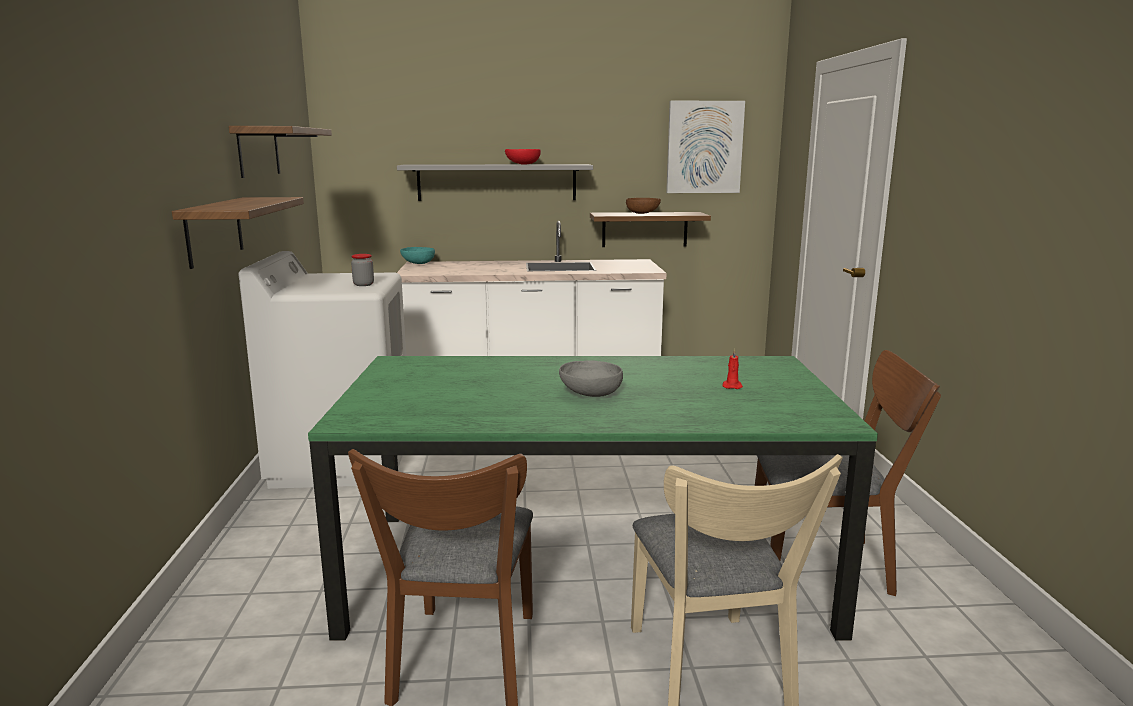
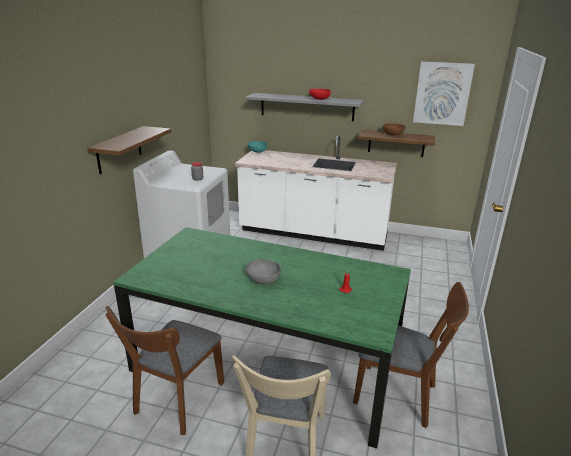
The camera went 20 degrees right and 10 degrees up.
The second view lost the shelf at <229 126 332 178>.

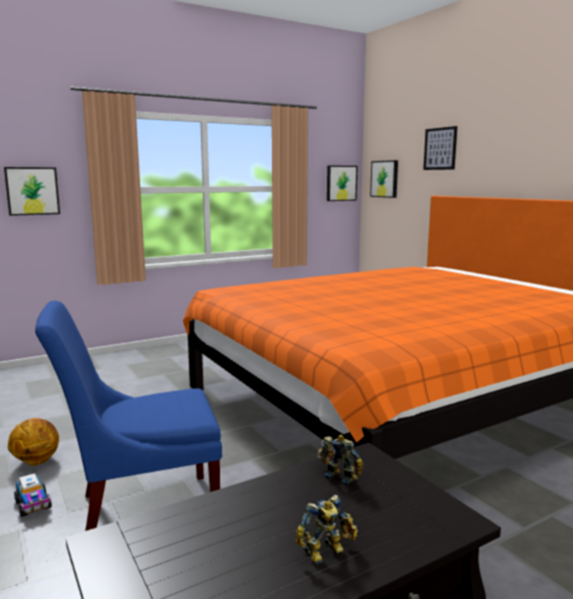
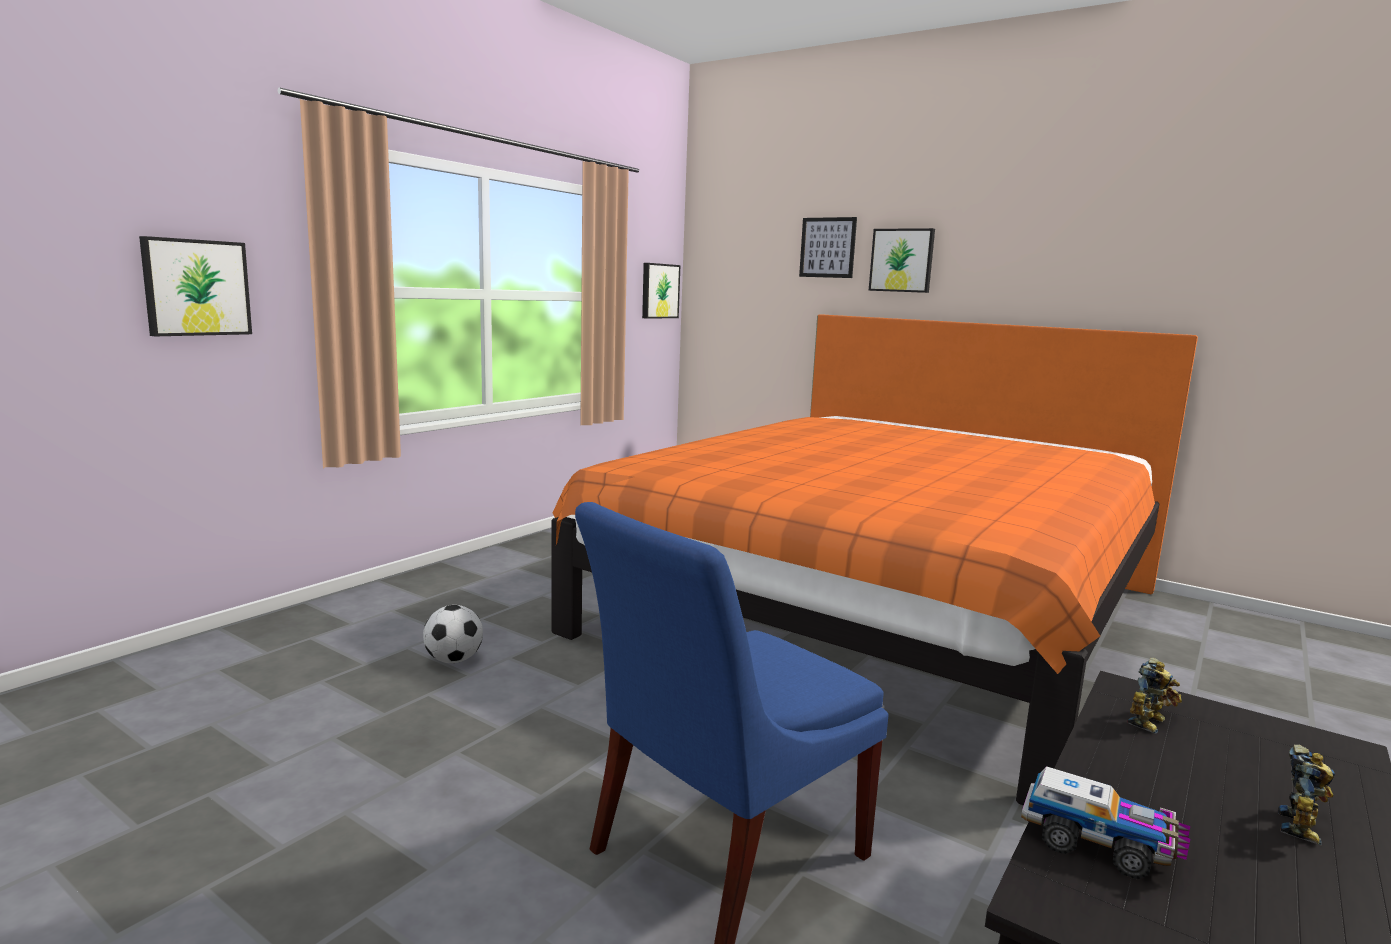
The camera went 25 degrees left and 0 degrees up.
The second view lost the basketball at <8 418 59 466>.
The second view gained the football at <423 605 483 663>.
The toy truck ended up elsewhere, having gone from <14 473 52 517> to <1021 766 1190 879>.
The picture ended up elsewhere, having gone from <370 160 398 198> to <869 228 935 293>.
The toy robot at <318 434 363 486> ended up facing another way, 120 degrees clockwise from before.

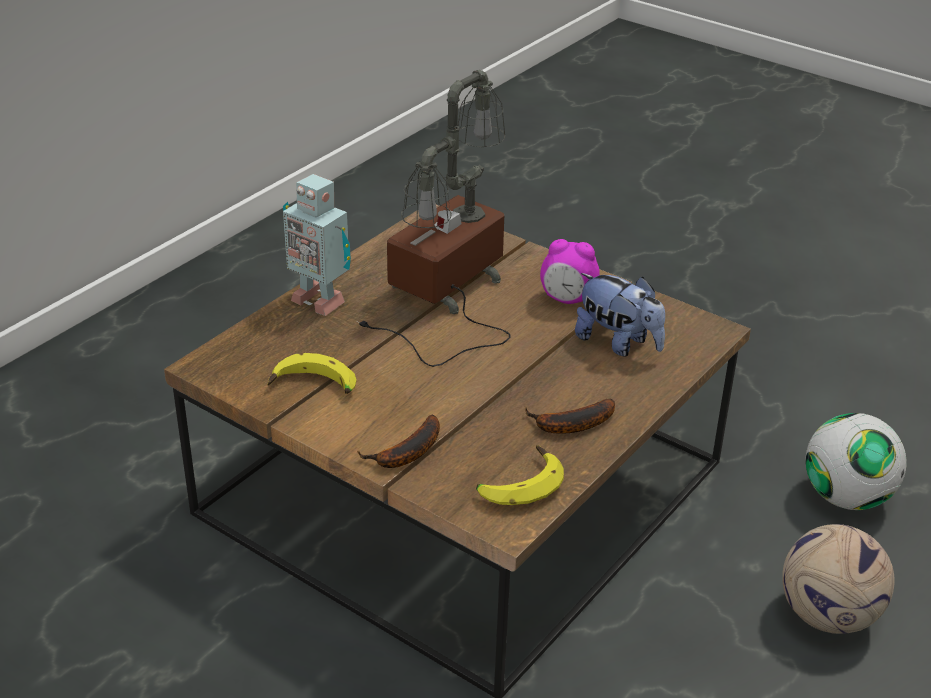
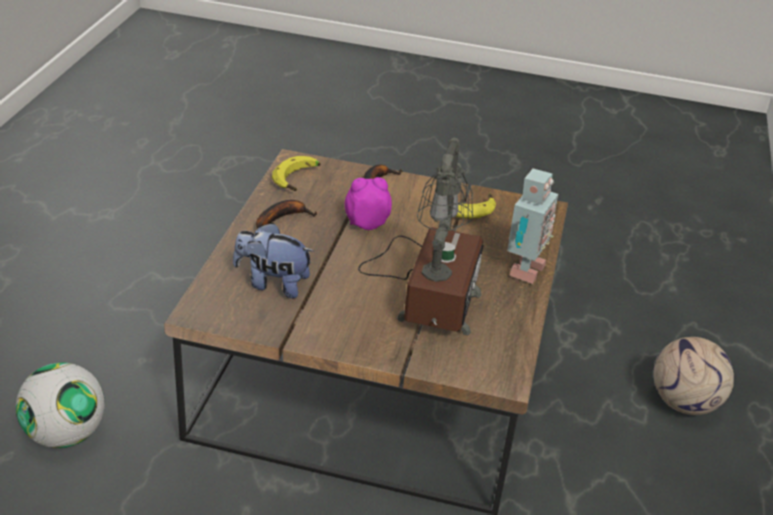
The camera went 155 degrees right and 0 degrees up.
The alarm clock ended up elsewhere, having gone from <540 239 599 304> to <345 177 392 230>.
The football ended up elsewhere, having gone from <782 524 895 634> to <654 337 734 415>.
The toy robot at <283 174 351 316> ended up facing another way, 105 degrees clockwise from before.

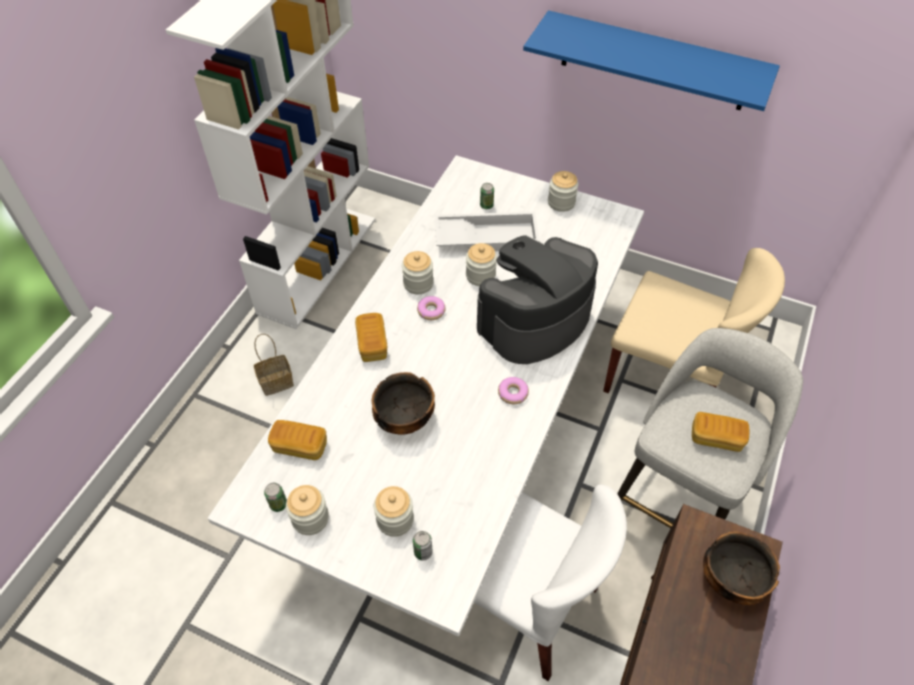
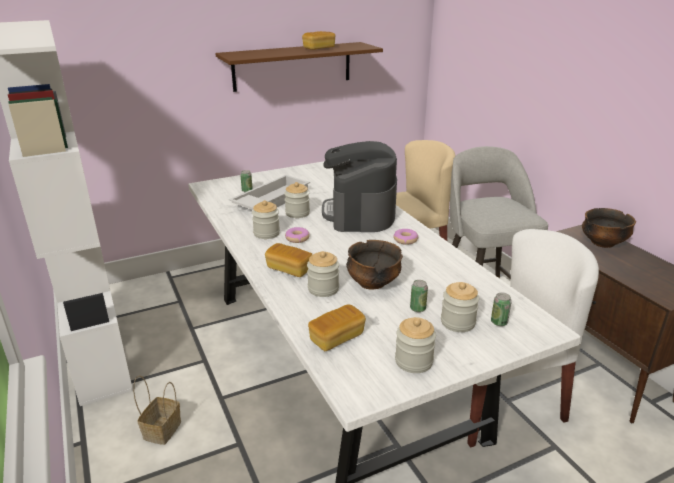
The camera went 50 degrees left and 25 degrees down.
The can ended up elsewhere, having gone from <264 483 287 512> to <410 280 428 312>.
The jar ended up elsewhere, having gone from <548 171 579 212> to <307 251 339 297>.
The bread ended up elsewhere, having gone from <692 412 749 452> to <302 31 335 50>.
What was the blue shelf at <523 10 780 111> turned into the brown shelf at <215 42 383 92>.

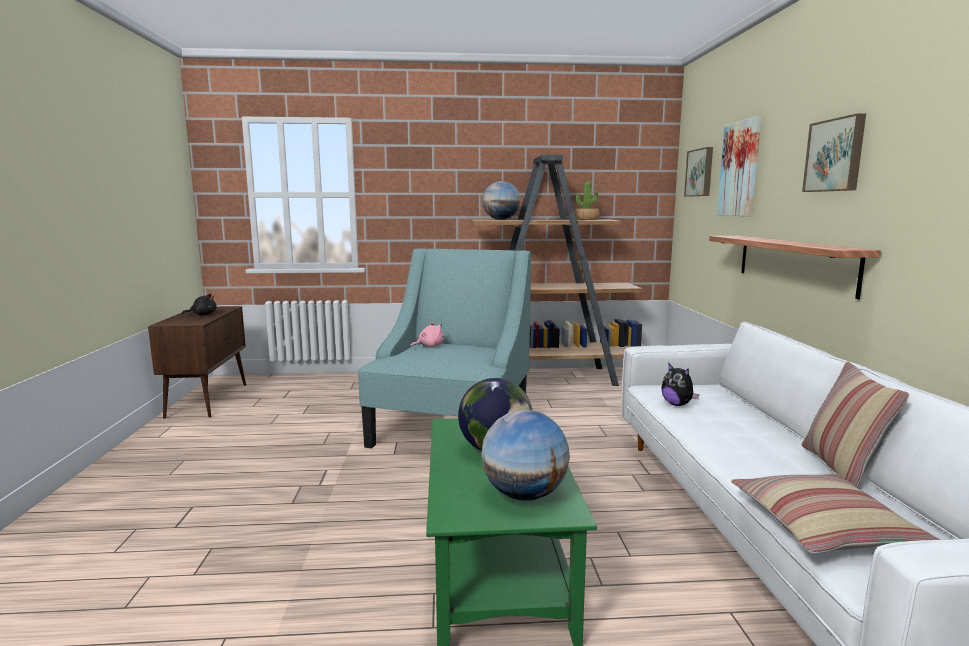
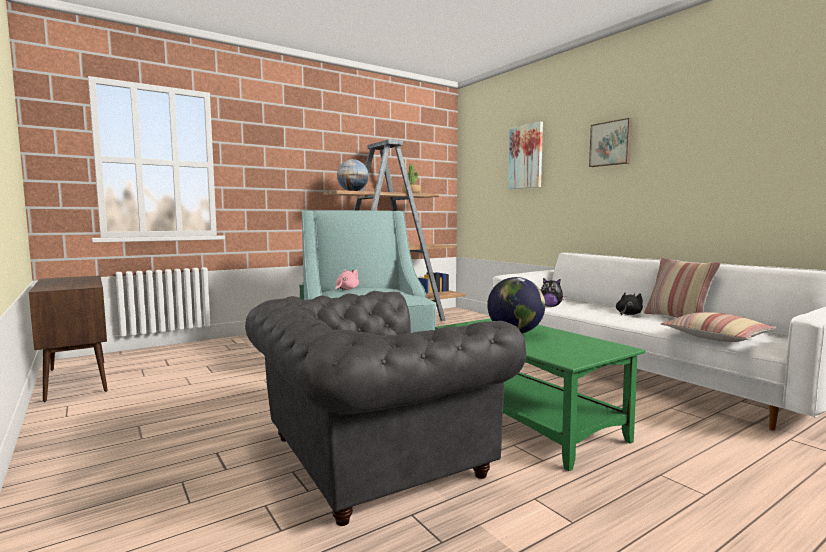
The camera went 30 degrees left and 5 degrees down.
The second view lost the globe at <481 410 570 501>.
The second view lost the picture at <684 147 713 197>.
The second view lost the shelf at <709 236 881 299>.
The second view gained the grey armchair at <245 291 526 526>.
The black plush toy ended up elsewhere, having gone from <182 294 217 315> to <616 292 643 315>.

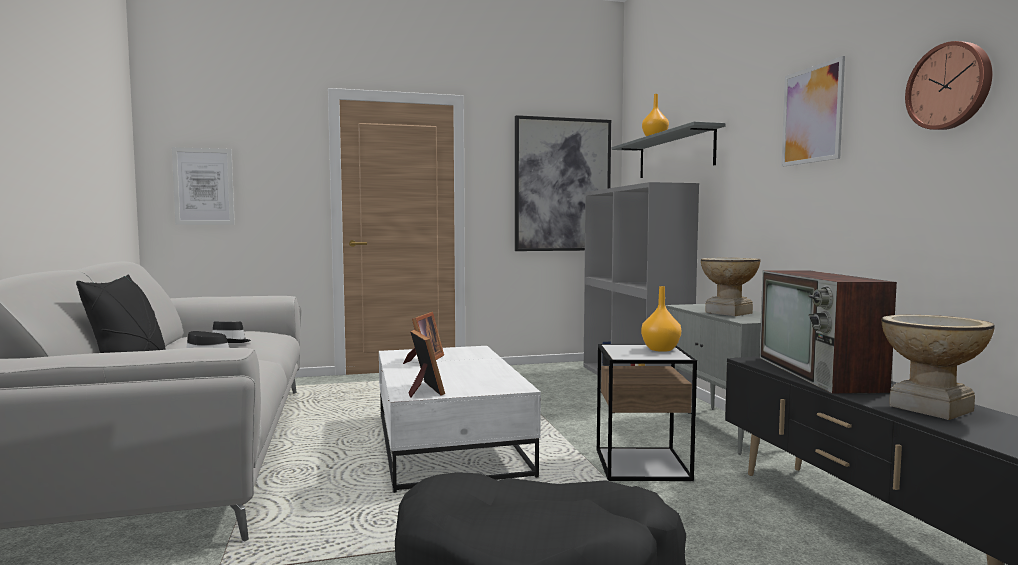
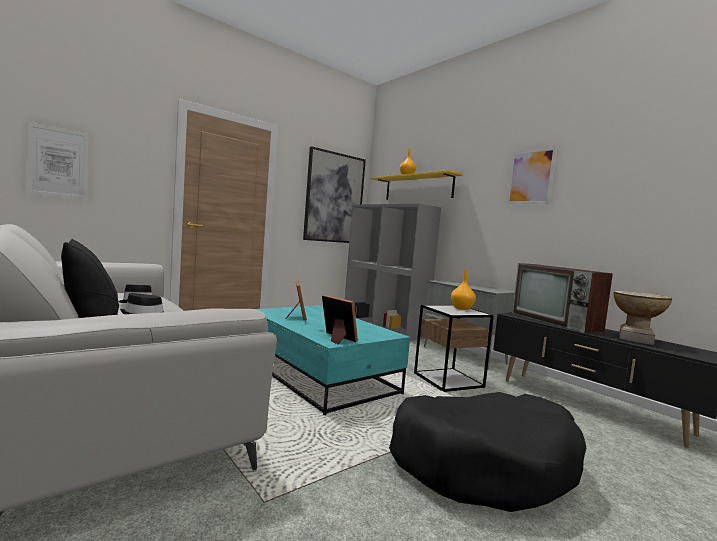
The camera went 25 degrees left and 0 degrees up.
The second view lost the vase at <701 258 760 316>.
The second view lost the wall clock at <905 41 992 130>.
What was the white coffee table at <379 346 541 493> turned into the turquoise coffee table at <255 305 410 415>.
What was the grey shelf at <612 121 726 178> turned into the yellow shelf at <371 170 463 200>.

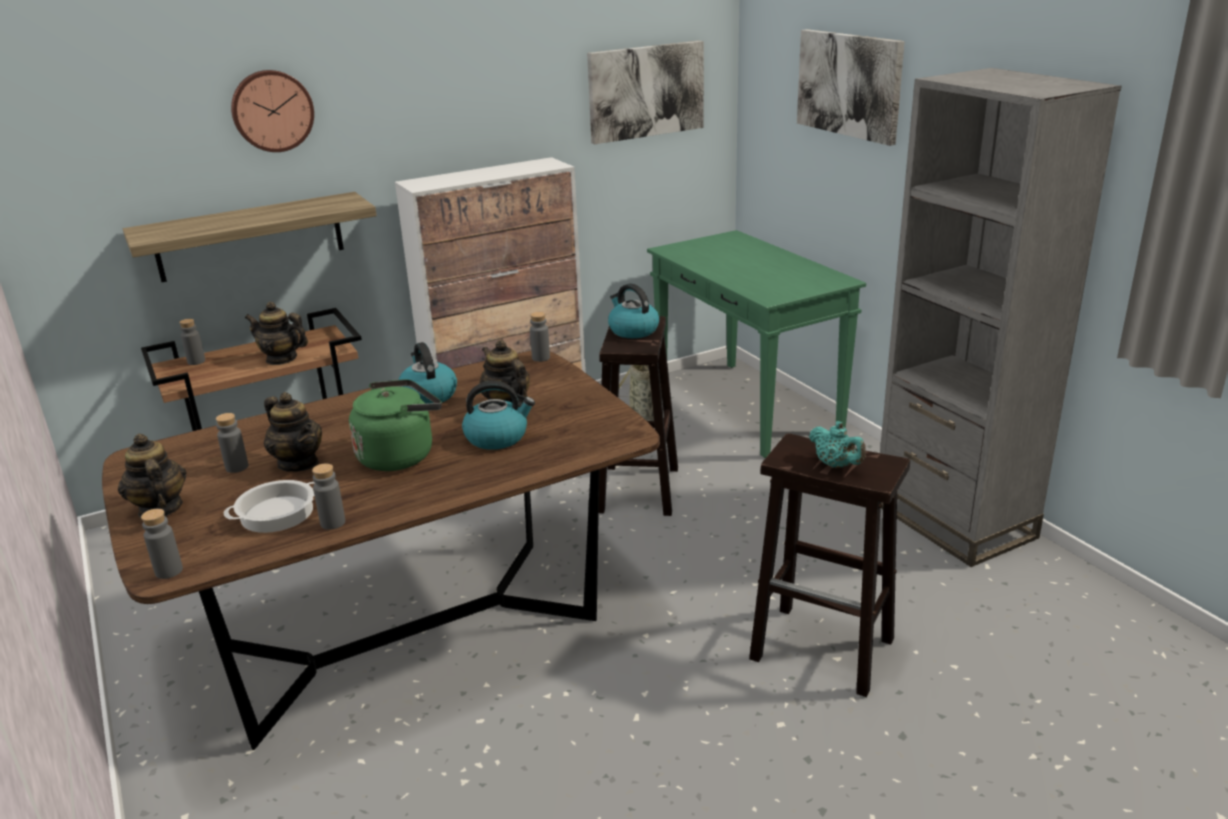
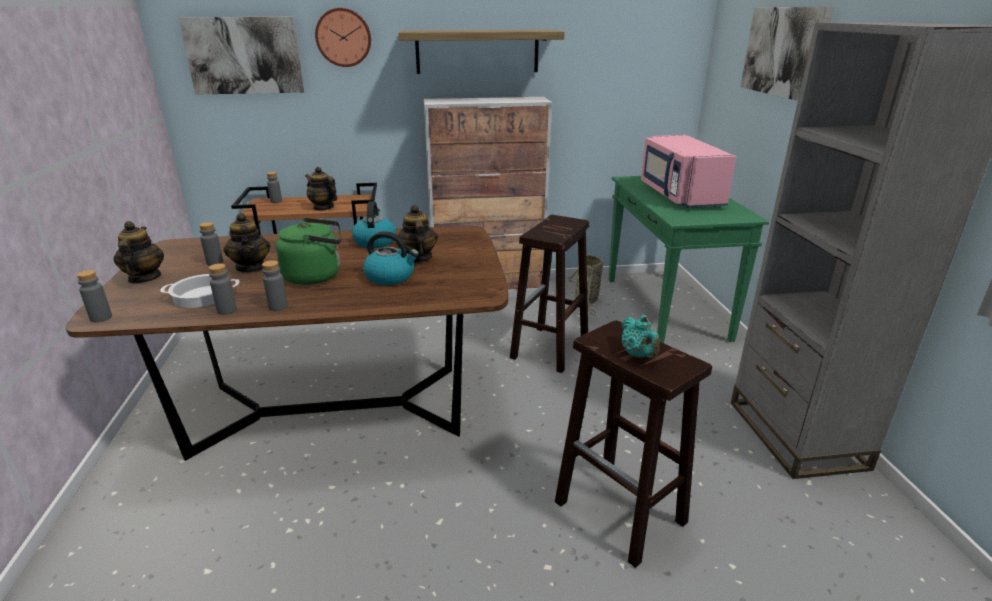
The camera went 20 degrees right and 0 degrees up.
The second view lost the kettle at <608 284 659 338>.
The second view gained the pink microwave at <641 135 736 208>.
The shelf ended up elsewhere, having gone from <123 192 377 282> to <399 30 565 74>.
The grey bottle ended up elsewhere, having gone from <530 312 550 362> to <262 260 288 311>.
The picture ended up elsewhere, having gone from <587 41 704 144> to <179 17 304 95>.

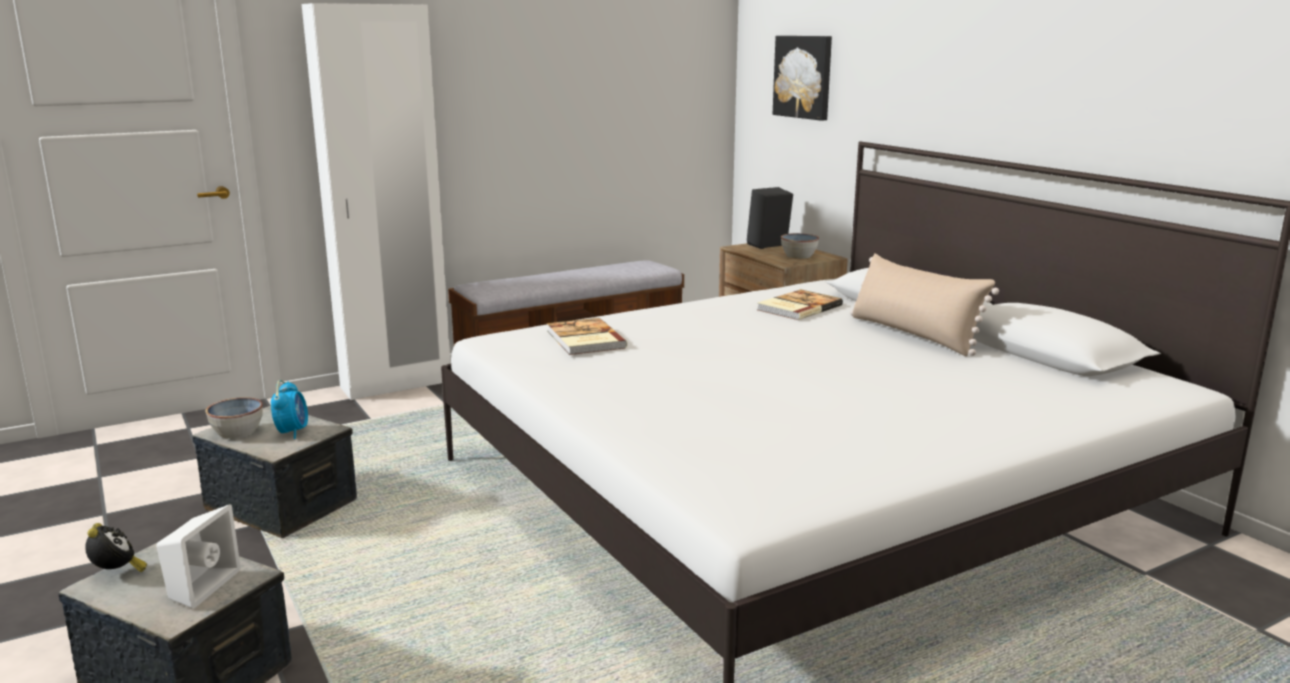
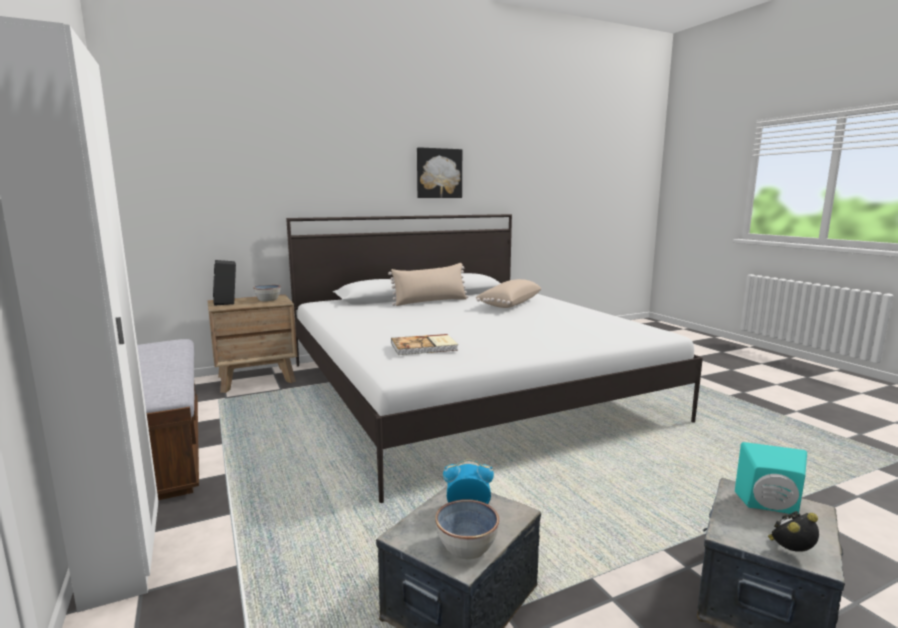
The camera went 85 degrees left and 5 degrees down.
The second view lost the book at <757 289 843 320>.
The second view gained the beige pillow at <476 279 542 308>.
The picture ended up elsewhere, having gone from <773 36 832 121> to <417 147 462 198>.
What was the white speaker at <156 504 240 609> turned into the turquoise speaker at <735 442 807 514>.

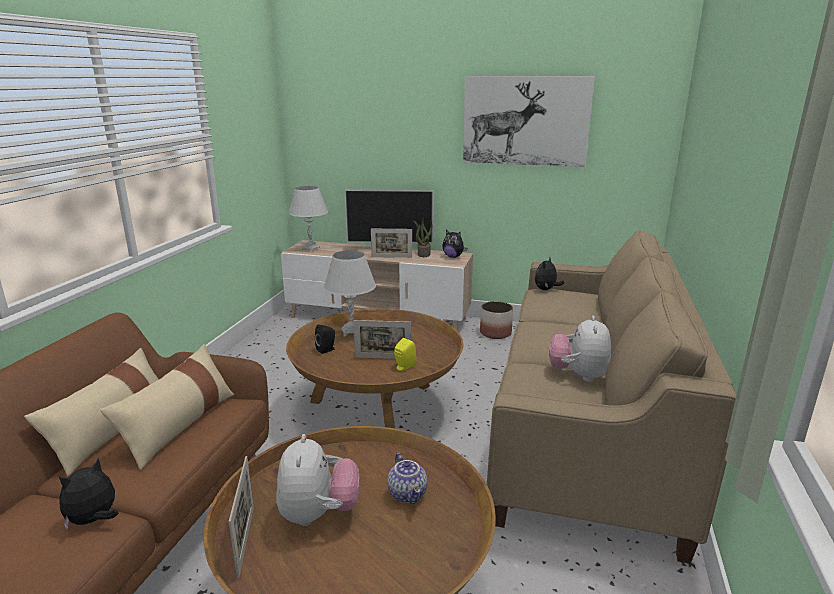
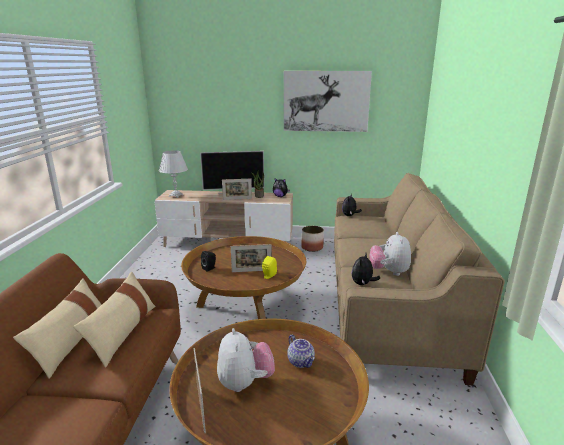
The camera went 10 degrees left and 0 degrees up.
The second view lost the white table lamp at <324 250 376 337>.
The plush toy ended up elsewhere, having gone from <59 458 118 529> to <352 253 380 285>.

